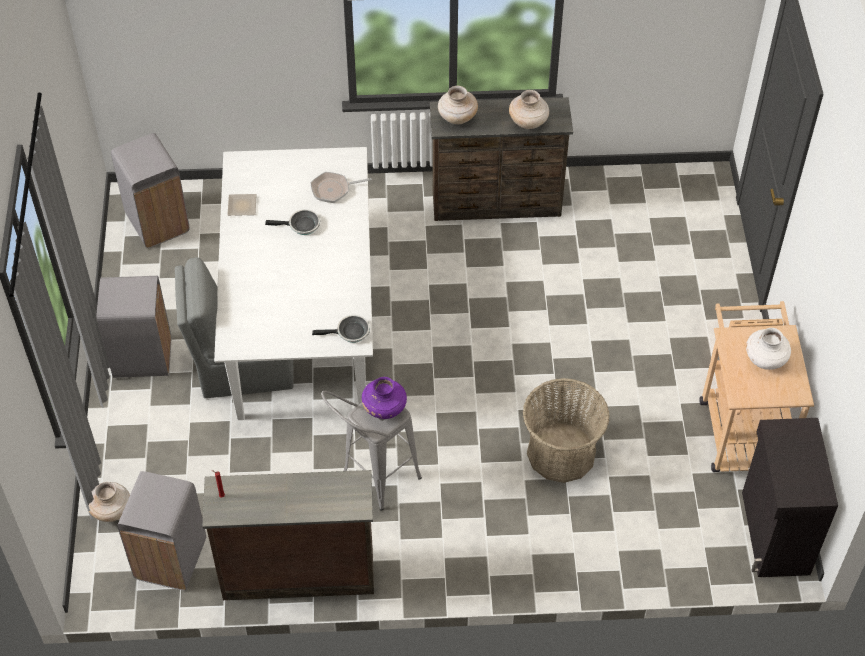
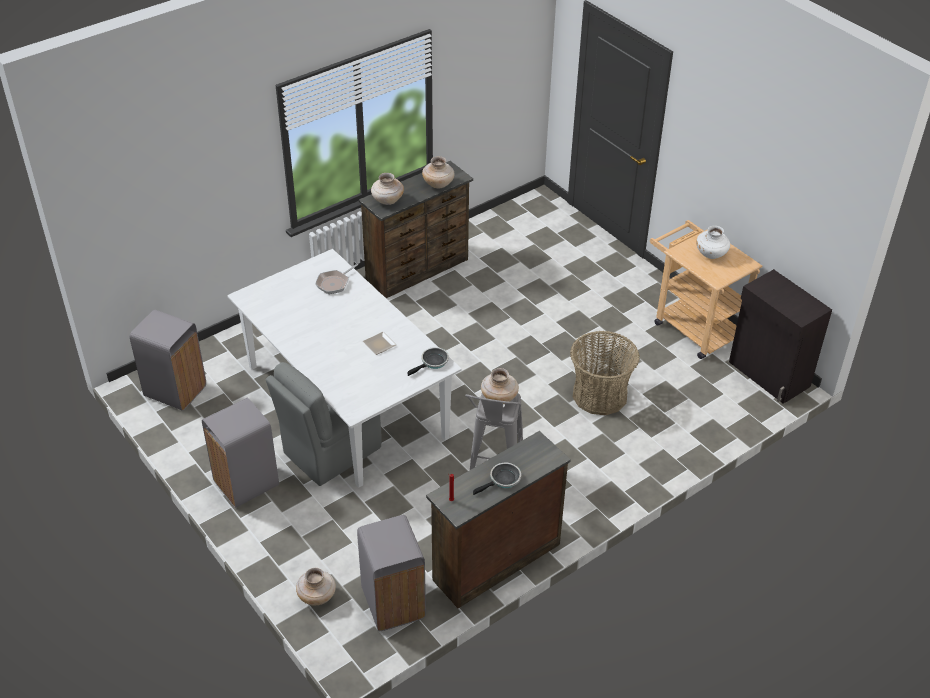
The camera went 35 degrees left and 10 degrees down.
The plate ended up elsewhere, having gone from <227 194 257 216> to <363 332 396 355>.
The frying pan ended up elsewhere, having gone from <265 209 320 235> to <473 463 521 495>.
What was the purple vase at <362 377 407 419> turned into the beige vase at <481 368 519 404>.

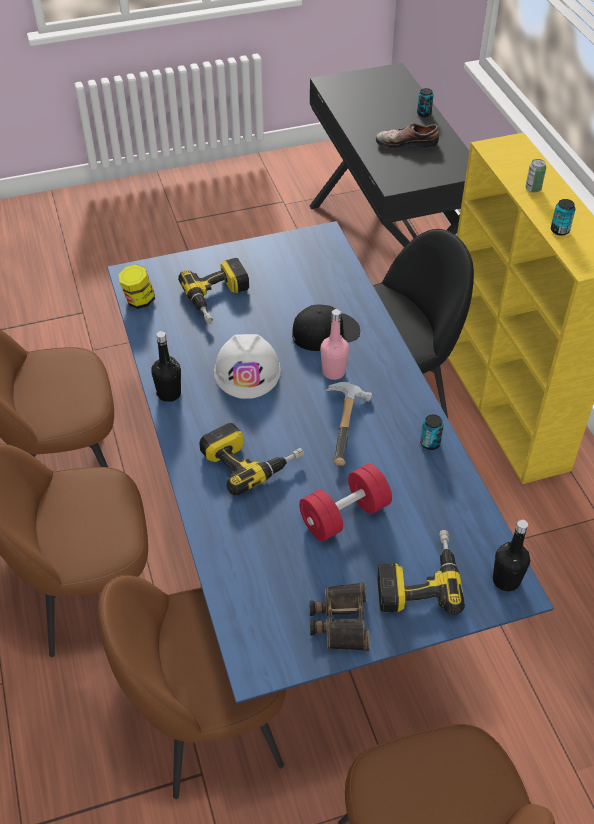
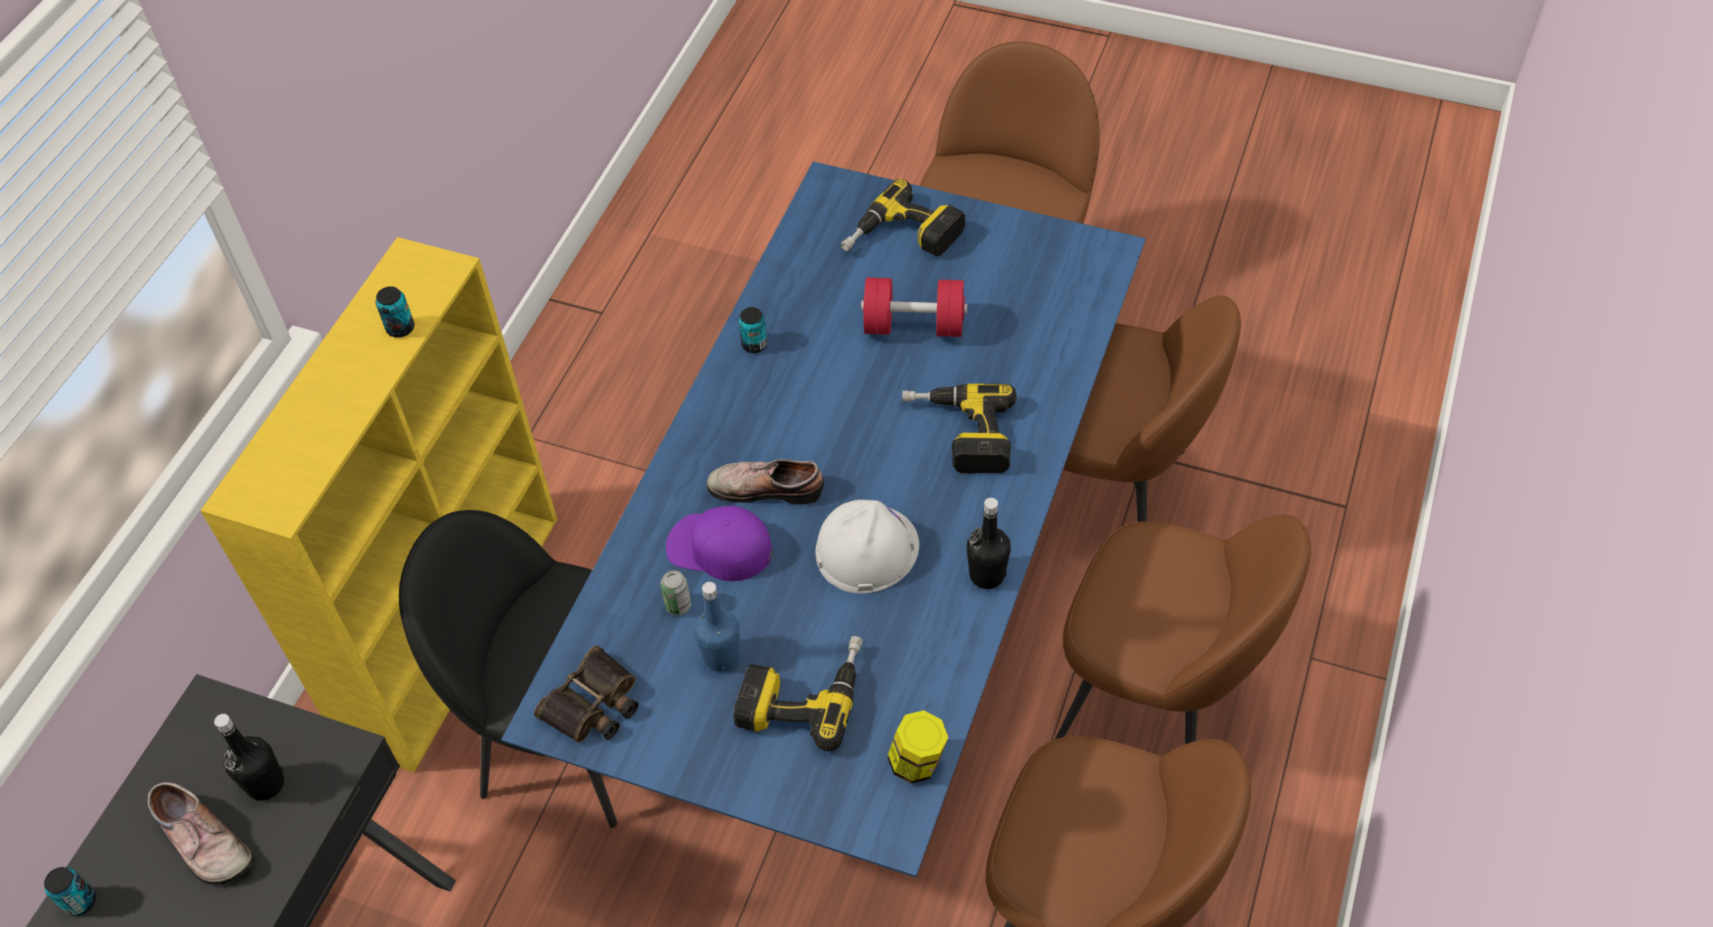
The camera went 140 degrees left and 5 degrees up.
The second view lost the hammer at <325 382 372 466>.
The second view gained the blue bottle at <694 582 740 671>.
The binoculars ended up elsewhere, having gone from <309 582 369 651> to <534 645 639 743>.
The black bottle ended up elsewhere, having gone from <493 519 530 591> to <214 714 284 801>.
The can ended up elsewhere, having gone from <525 159 546 193> to <660 570 691 615>.
Where the pink bottle stood at <320 309 349 380>, the shoe came to stand at <707 459 824 504>.
What was the black cap at <292 305 360 351> turned into the purple cap at <666 506 772 581>.

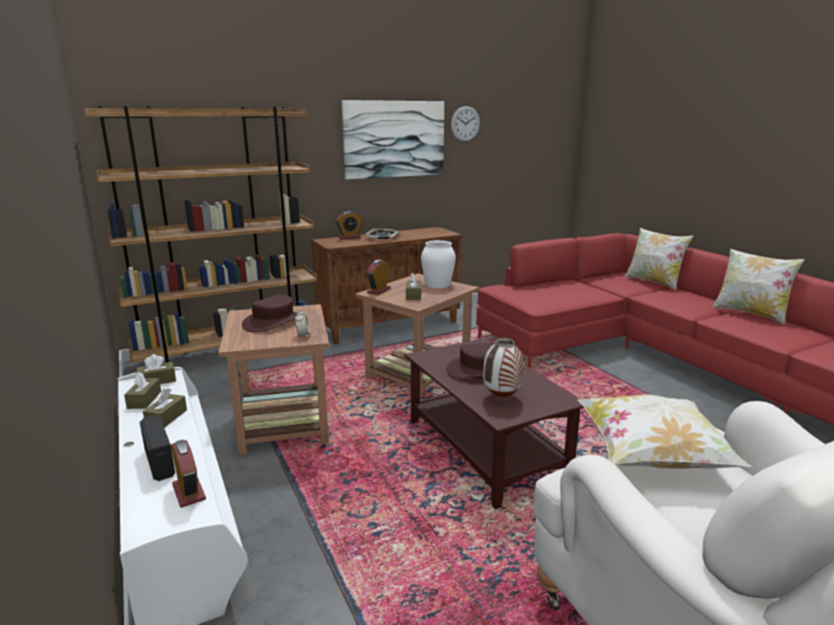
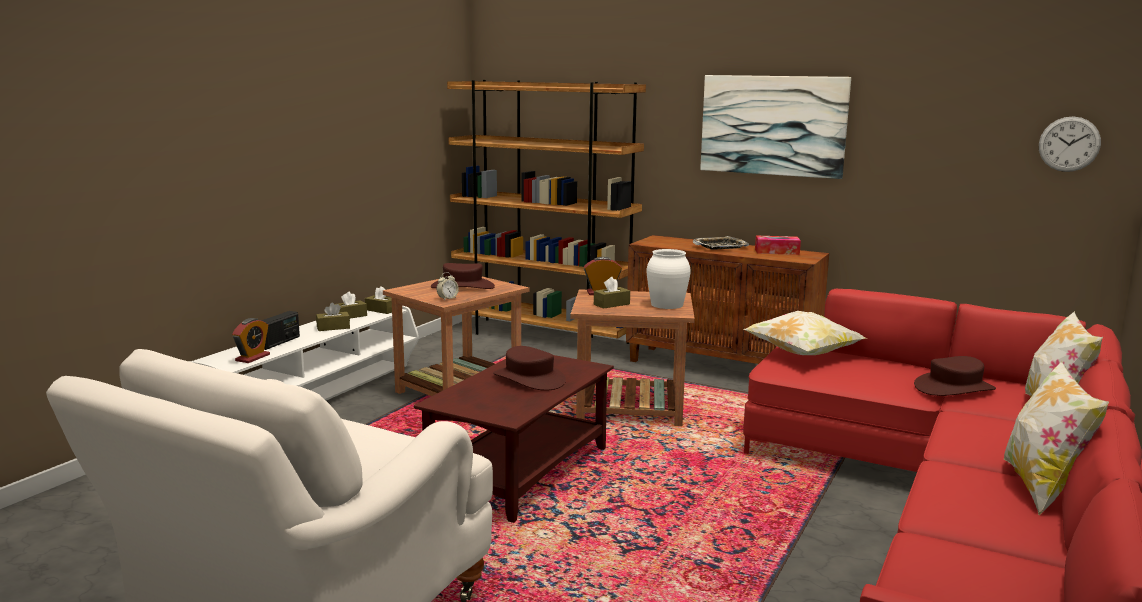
The camera went 55 degrees right and 5 degrees down.
The second view lost the alarm clock at <336 212 362 240>.
The second view lost the vase at <483 338 523 398>.
The second view gained the tissue box at <755 236 801 255>.
The second view gained the brown hat at <914 356 996 396>.
The wall clock ended up elsewhere, having gone from <451 106 480 142> to <1039 116 1101 172>.
The pillow ended up elsewhere, having gone from <577 394 751 469> to <743 311 866 355>.

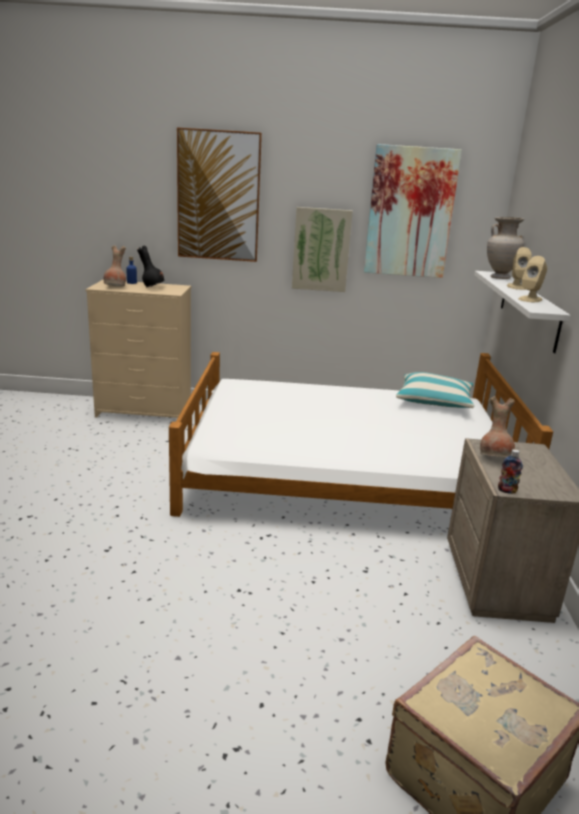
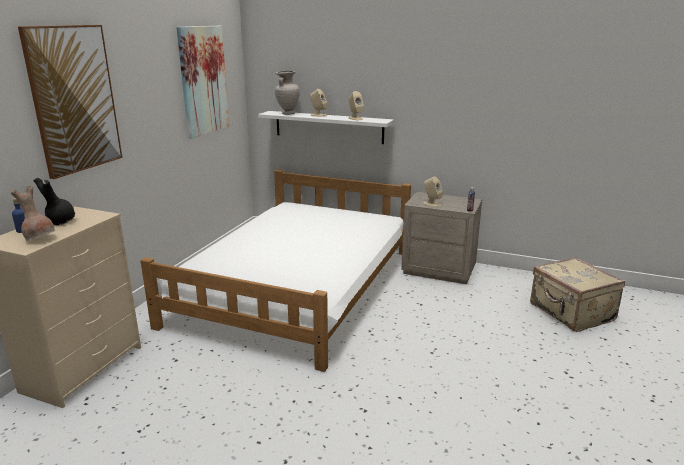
The camera went 70 degrees left and 0 degrees up.
The second view lost the picture at <292 207 353 292>.
The second view lost the pillow at <396 372 474 408>.
Where the brown vase stood at <480 396 515 457>, the beige speaker came to stand at <423 177 443 207>.

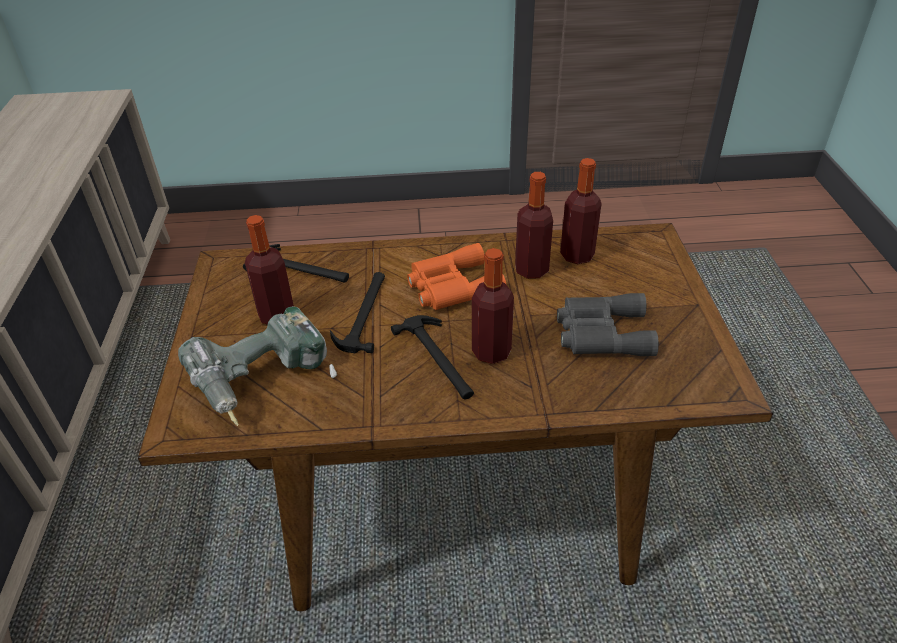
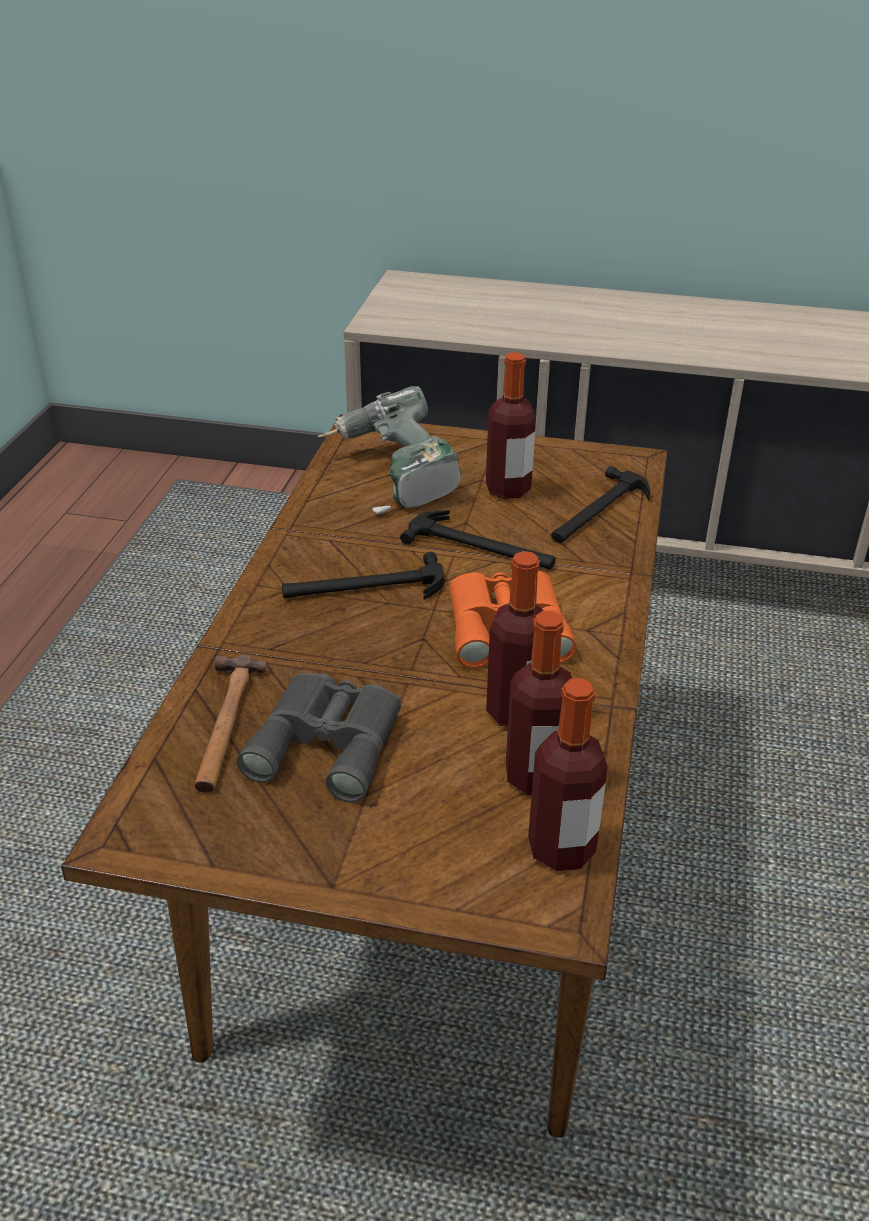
The camera went 105 degrees right and 5 degrees down.
The second view gained the hammer at <194 655 267 793>.
The bottle ended up elsewhere, having gone from <472 248 514 364> to <528 678 608 871>.

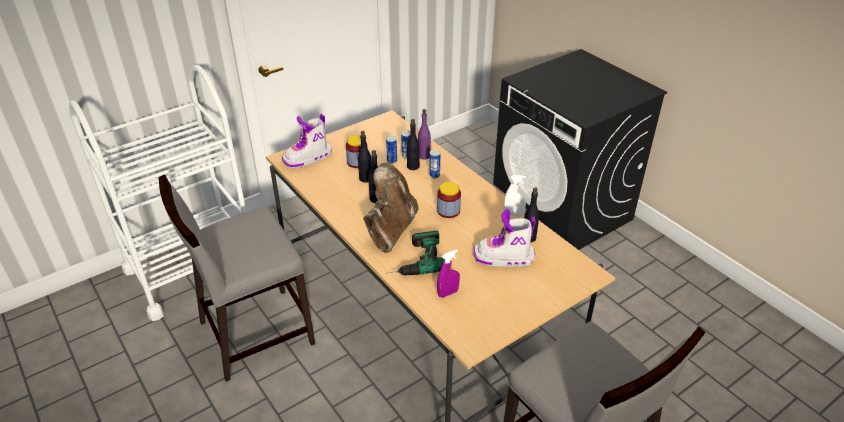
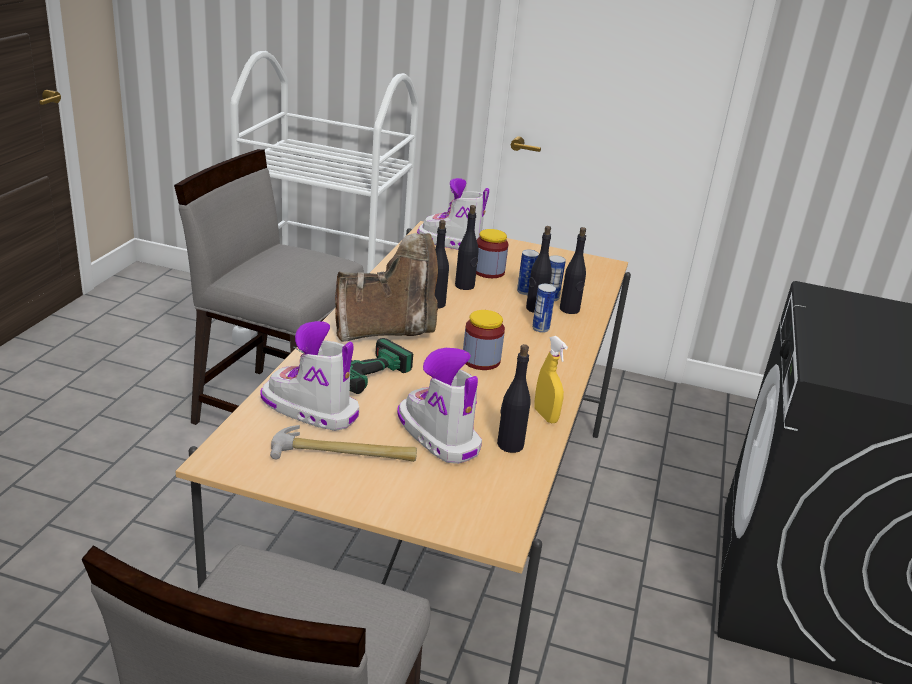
The camera went 50 degrees right and 10 degrees down.
The second view gained the hammer at <270 425 417 462>.
Where the purple spray bottle stood at <437 249 460 298>, the boot came to stand at <261 321 359 431>.
What was the purple bottle at <418 109 431 160> turned into the black bottle at <560 227 586 314>.
What was the white spray bottle at <504 175 526 217> turned into the yellow spray bottle at <535 336 568 423>.

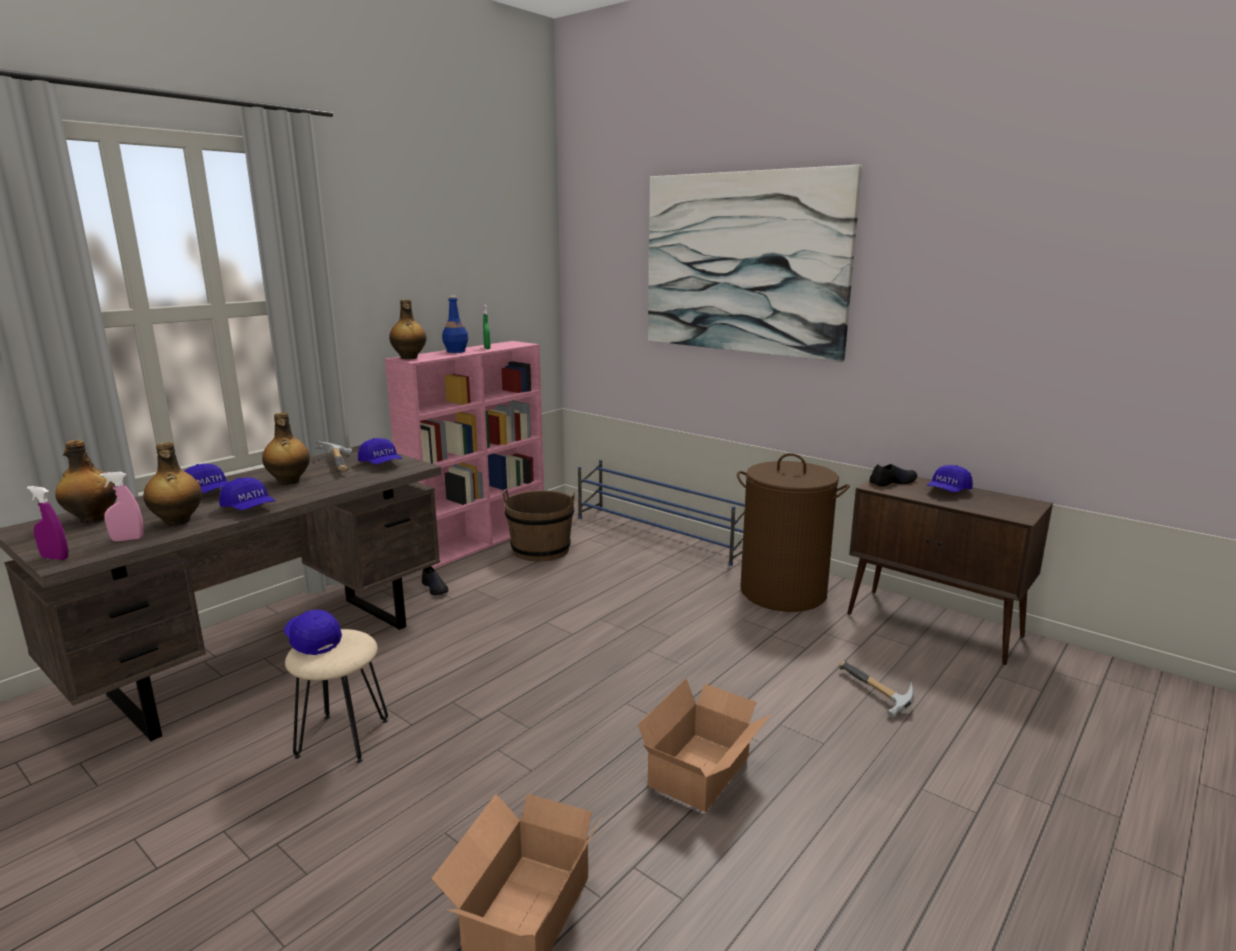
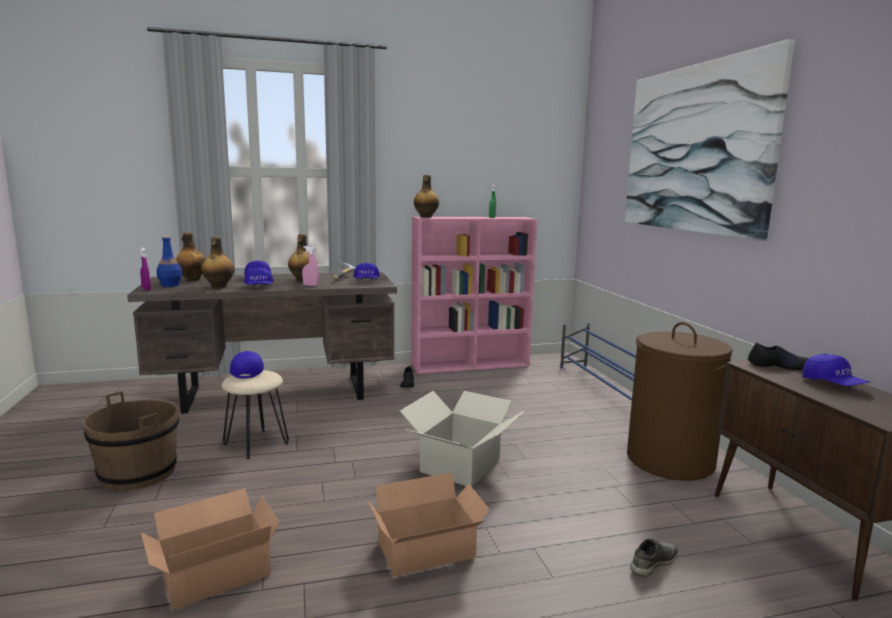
The camera went 35 degrees right and 5 degrees down.
The second view gained the cardboard box at <400 391 524 487>.
The pink spray bottle ended up elsewhere, having gone from <100 472 144 541> to <302 246 319 286>.
The blue bottle ended up elsewhere, having gone from <442 296 468 353> to <157 236 182 287>.
The brown bucket ended up elsewhere, having gone from <503 489 575 562> to <82 391 179 491>.
Where the hammer stood at <839 661 914 718>, the grey shoe came to stand at <630 539 678 577>.
The blue cap at <927 465 973 492> ended up facing another way, 105 degrees counterclockwise from before.

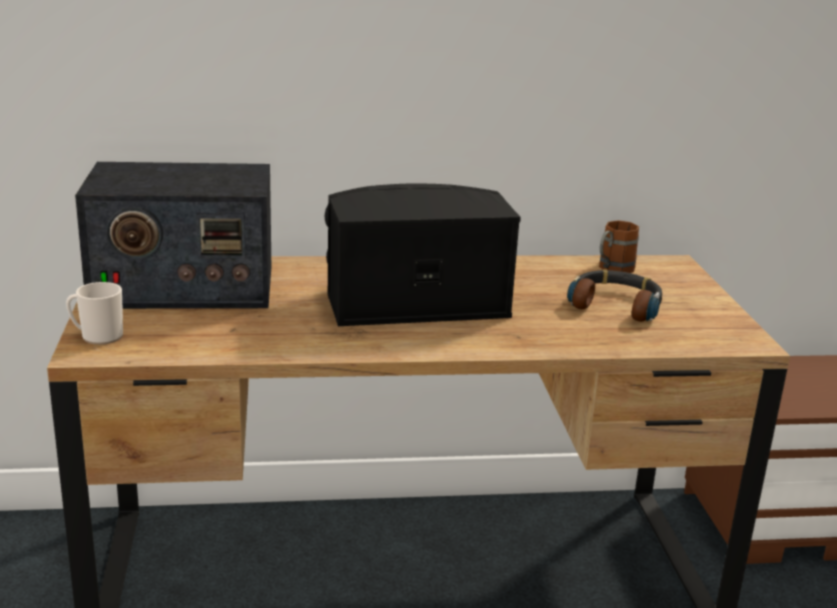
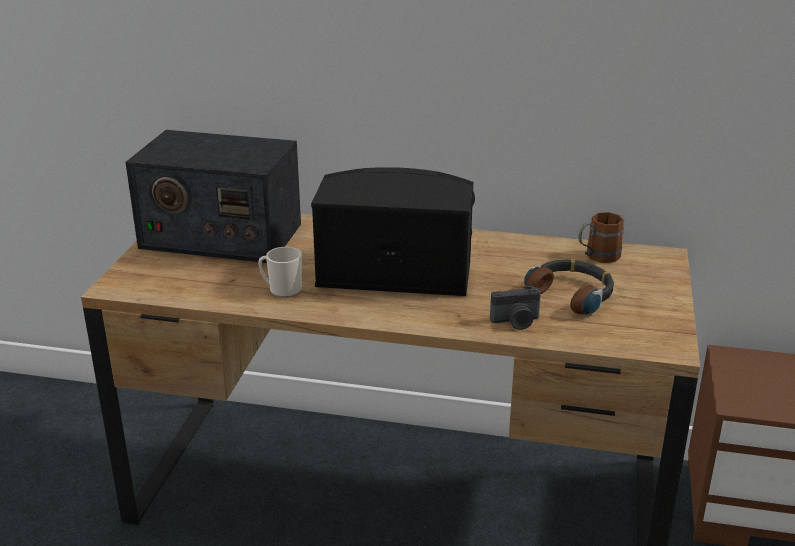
The camera went 20 degrees right and 5 degrees up.
The second view gained the photo camera at <490 285 541 330>.
The mug ended up elsewhere, having gone from <66 282 123 345> to <258 247 302 298>.

